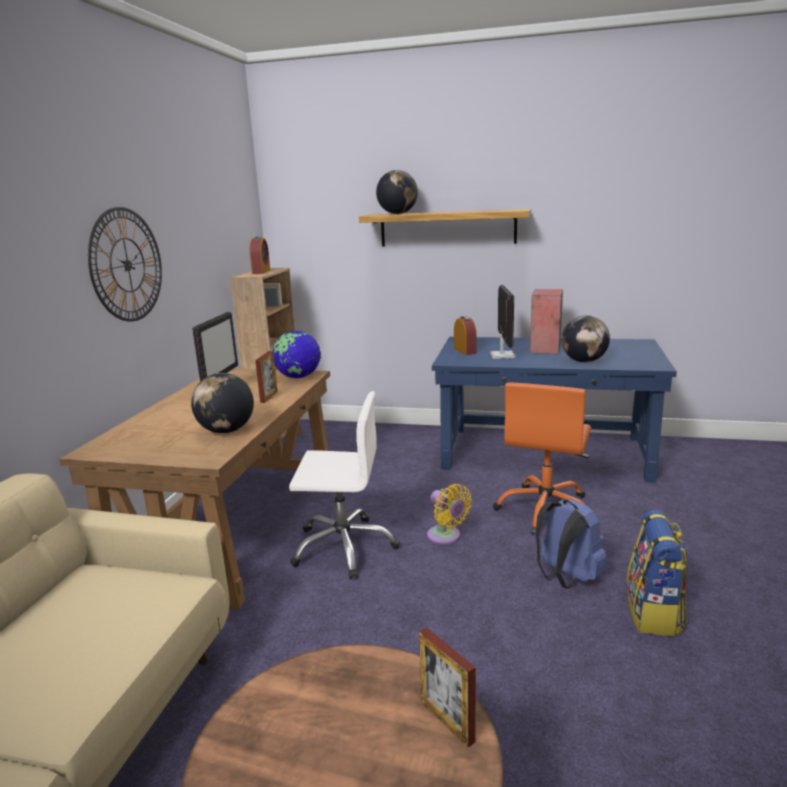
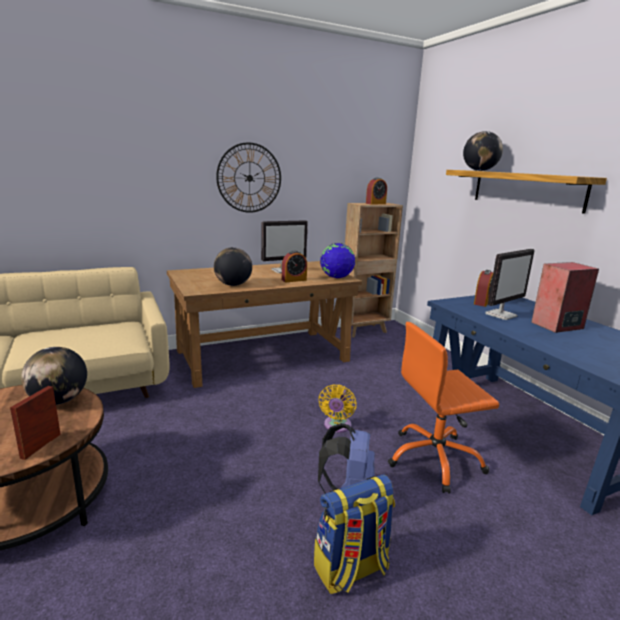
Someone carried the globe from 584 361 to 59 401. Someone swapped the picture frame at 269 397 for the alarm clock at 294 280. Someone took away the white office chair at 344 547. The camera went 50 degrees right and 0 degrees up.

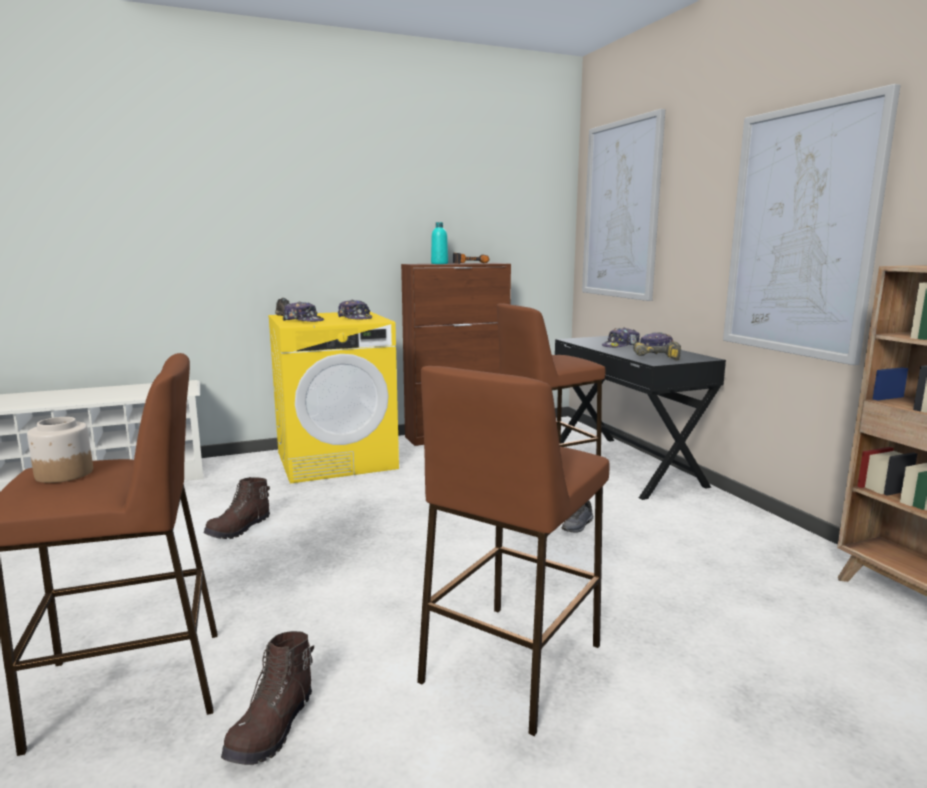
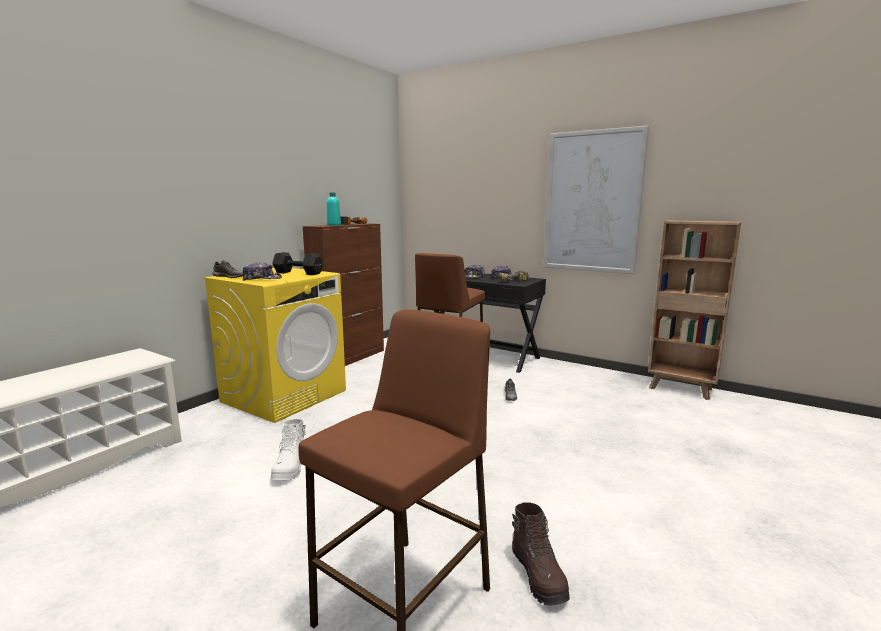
Someone repainted the brown boot at 239 529, which became the white boot at 290 468. Someone swapped the cap at 355 318 for the black dumbbell at 297 273. Someone took away the jar at 63 474. Someone took away the brown stool at 511 664. Someone took away the picture at 621 210. The camera went 35 degrees left and 0 degrees up.

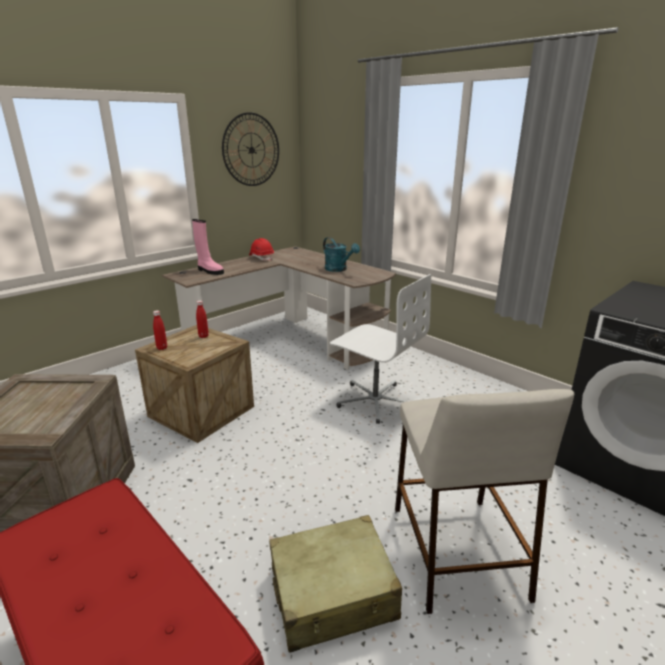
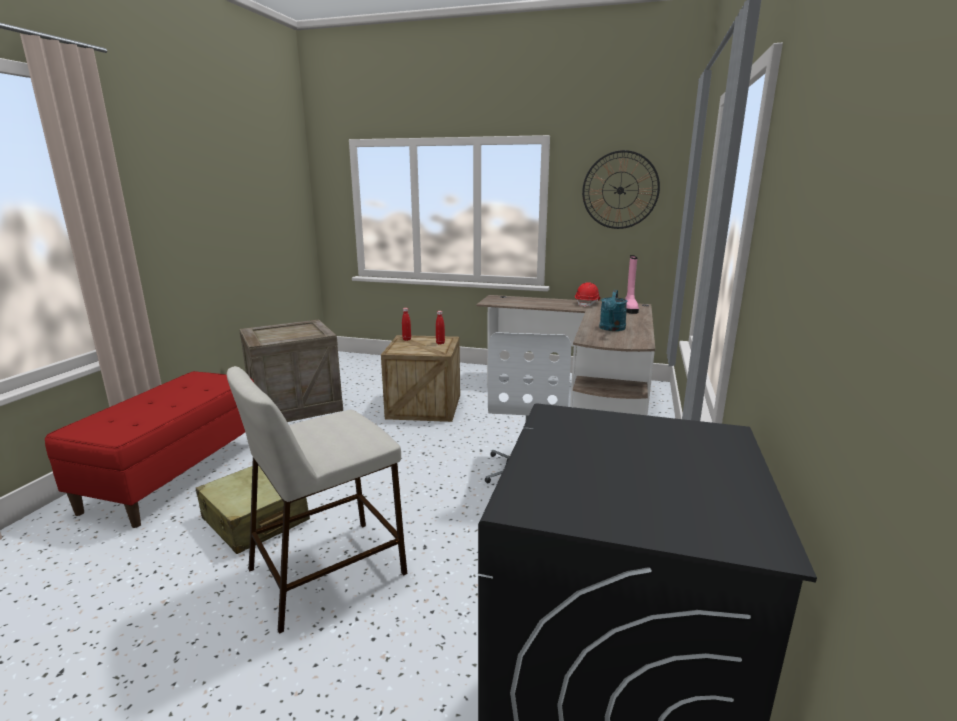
Someone carried the pink boot from 209 271 to 630 309. The camera went 60 degrees right and 5 degrees down.

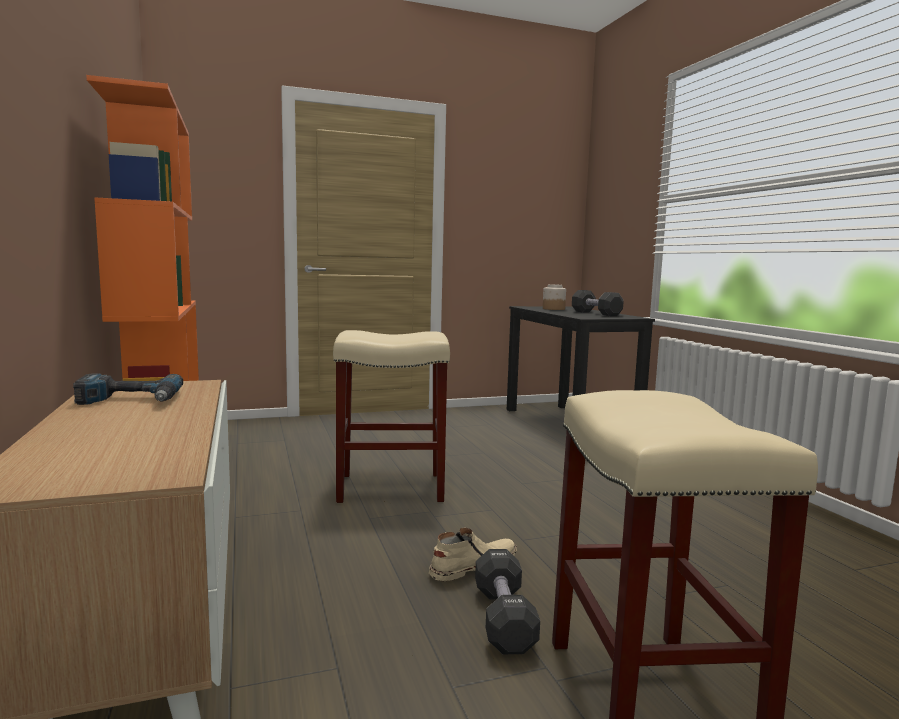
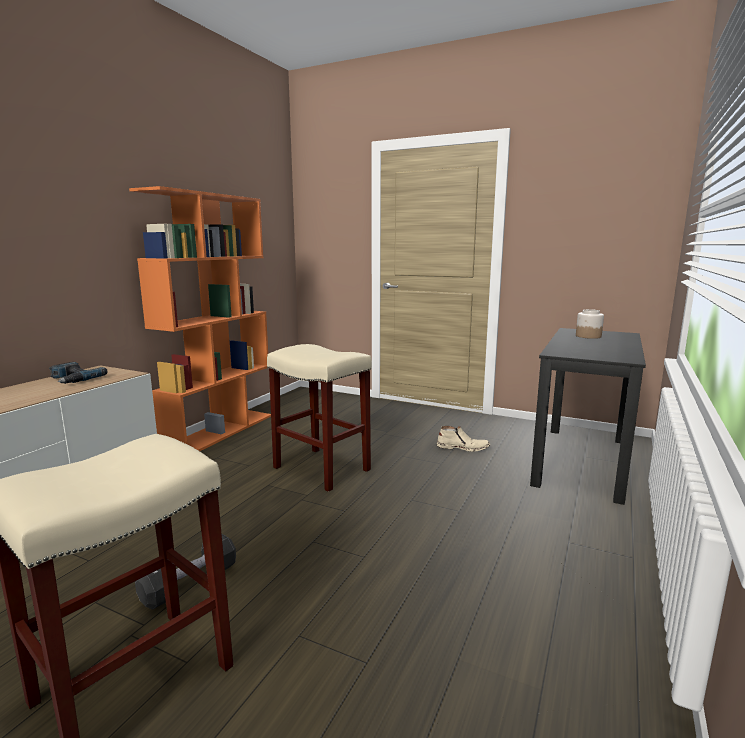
Someone carried the beige boot from 472 566 to 462 447. Someone took away the black dumbbell at 596 313. The camera went 45 degrees right and 5 degrees up.

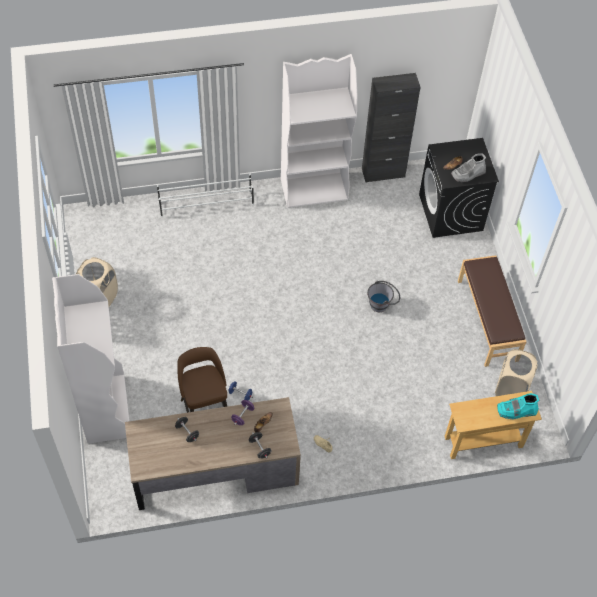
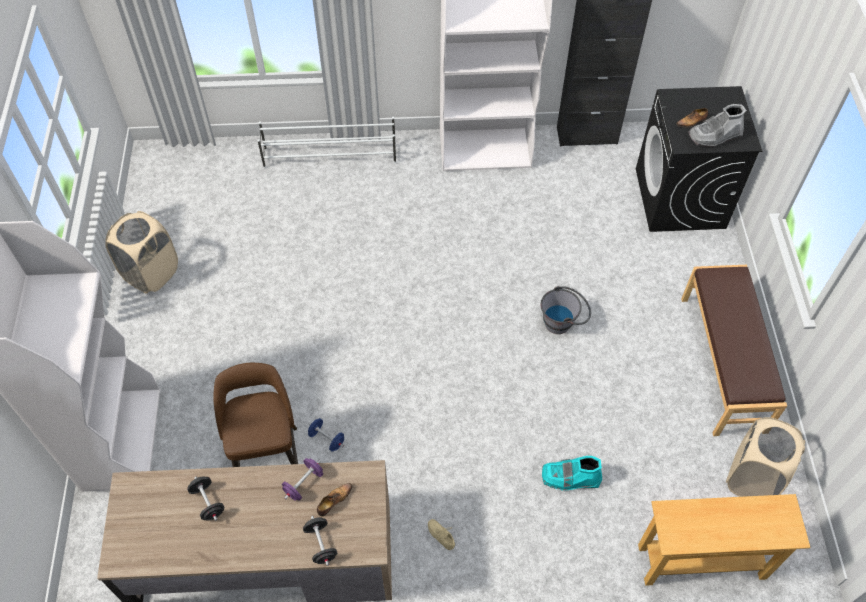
Someone carried the turquoise boot from 516 411 to 570 478. The camera went 10 degrees right and 0 degrees up.

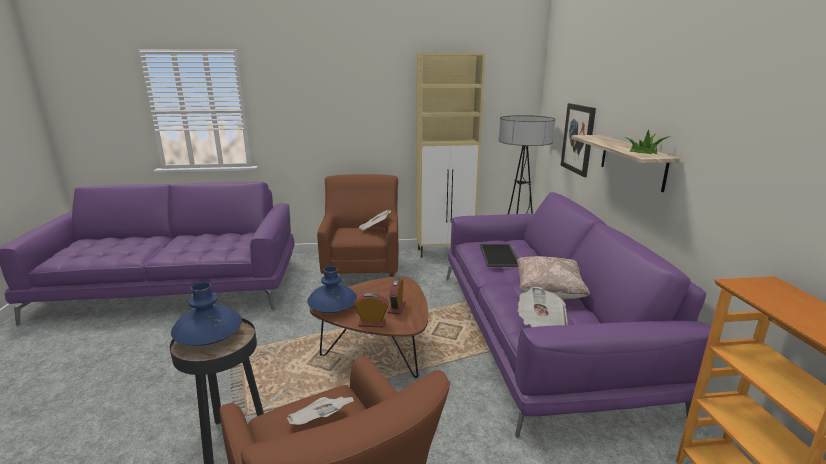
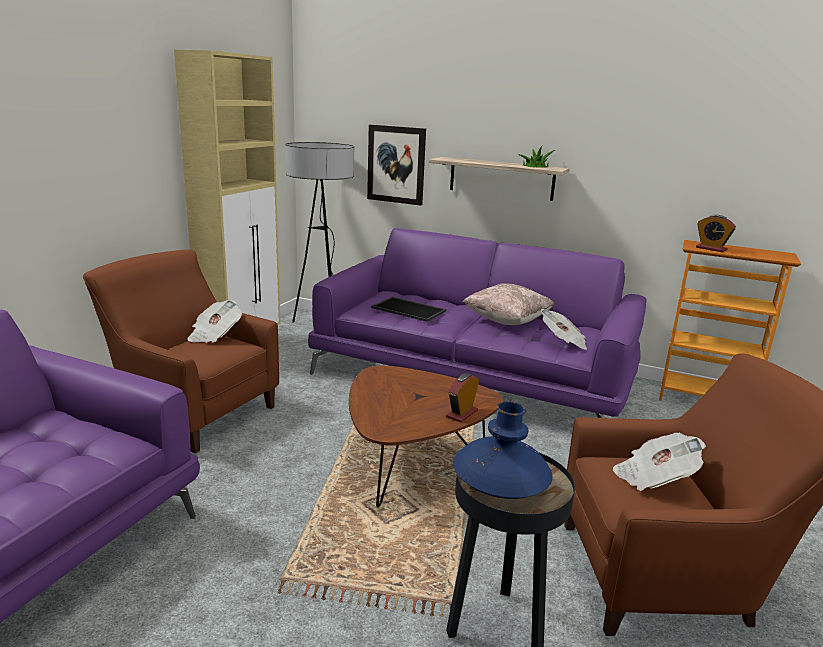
Someone carried the alarm clock from 396 308 to 711 248. Someone took away the blue vase at 332 307. The camera went 60 degrees left and 0 degrees up.

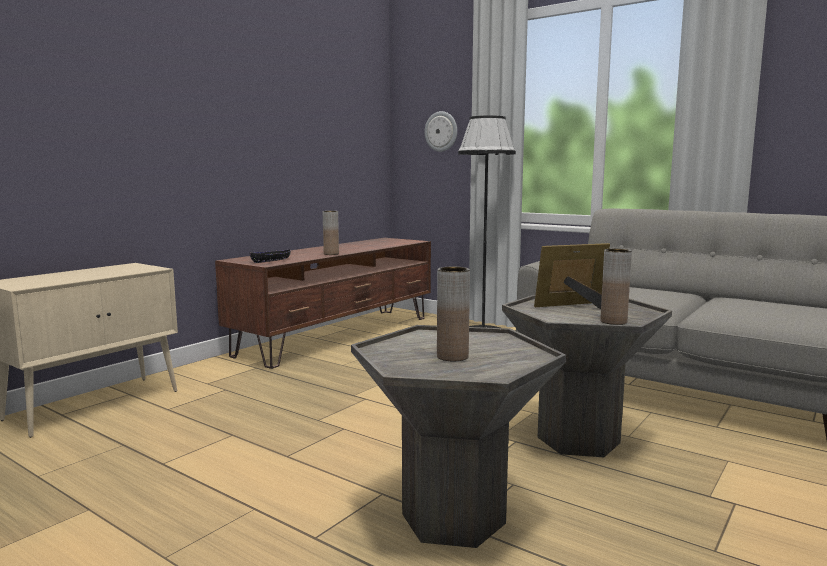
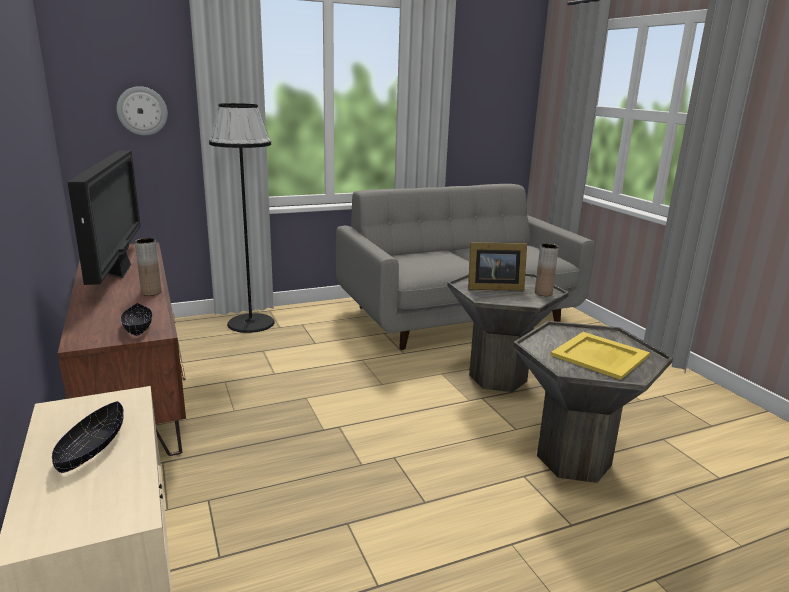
Someone put down the black bowl at 91 448. Someone put down the television at 121 270. Someone rotated the picture frame at 575 306 by 105 degrees counterclockwise. Someone swapped the brown vase at 452 357 for the yellow tray at 599 355. The camera went 60 degrees left and 10 degrees up.

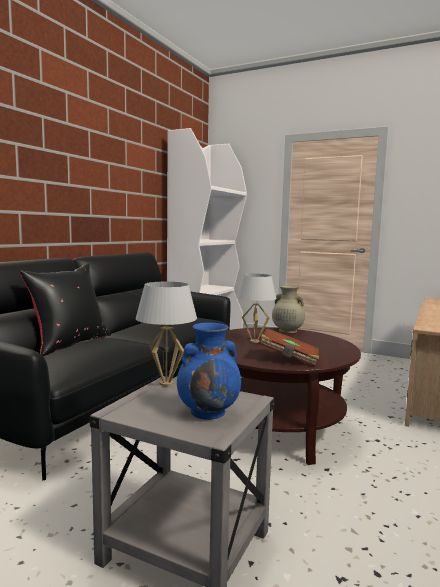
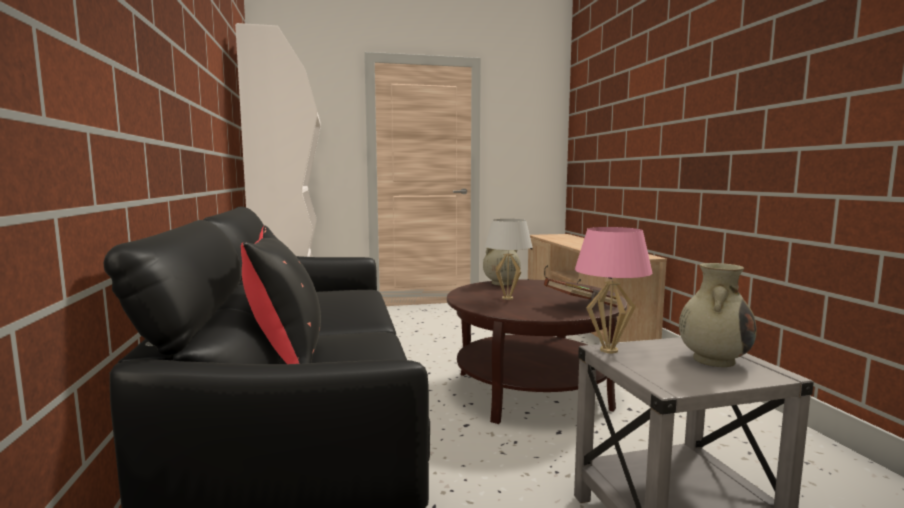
Someone repainted the white table lamp at 166 383, which became the pink table lamp at 609 350. Someone repainted the blue vase at 209 411, which became the beige vase at 713 360. The camera went 40 degrees left and 0 degrees up.

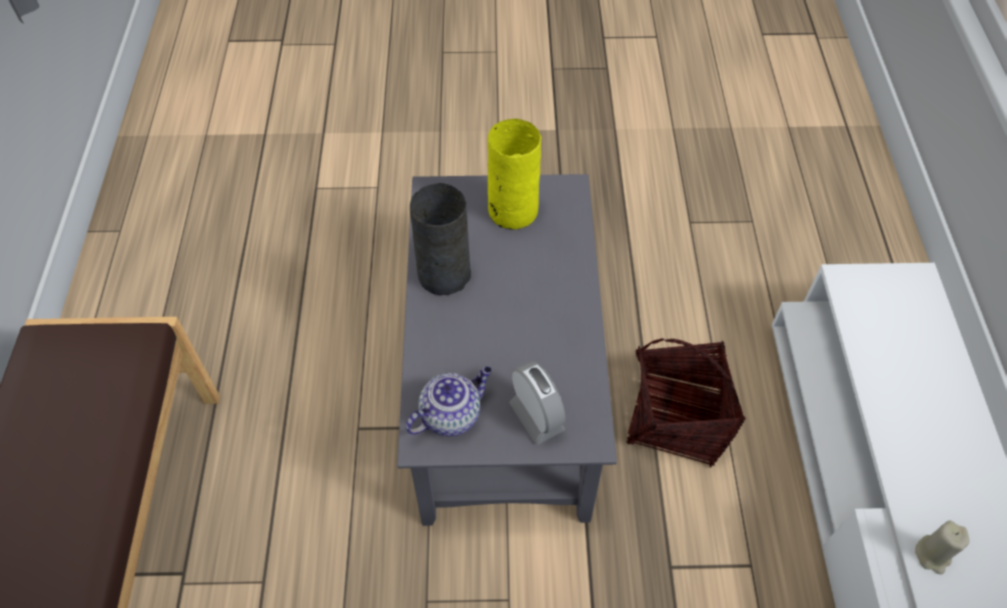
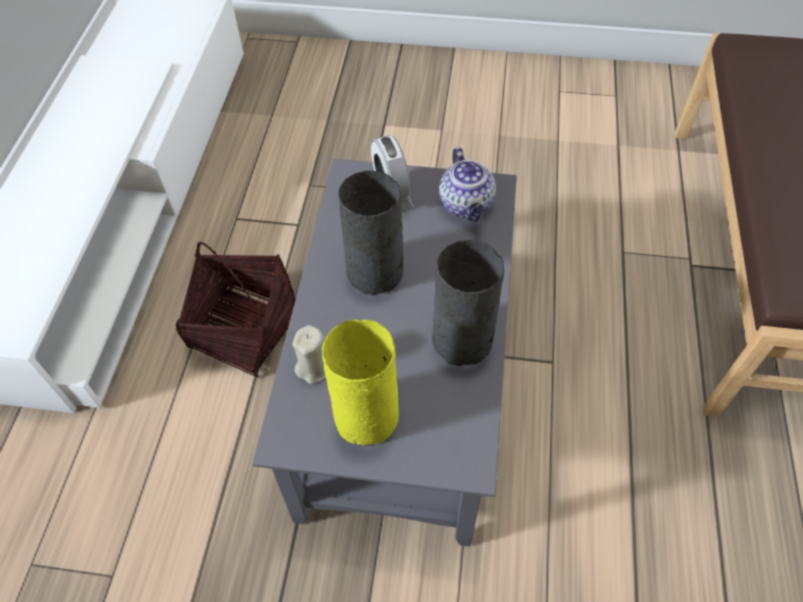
Someone carried the beige candle from 932 555 to 314 367. Someone put down the grey vase at 376 273. Someone rotated the teapot at 451 414 by 75 degrees counterclockwise. The camera went 170 degrees left and 0 degrees up.

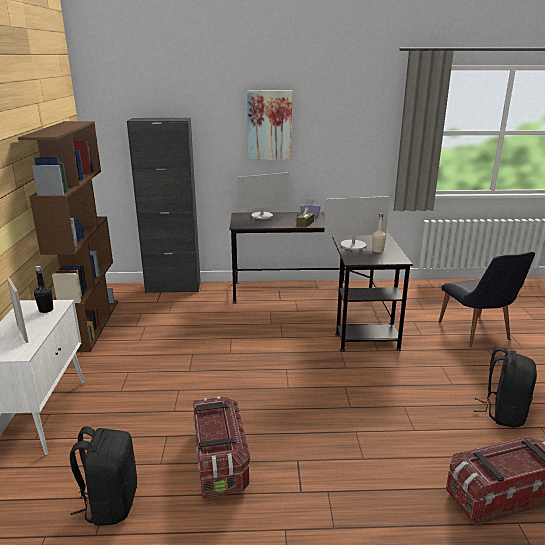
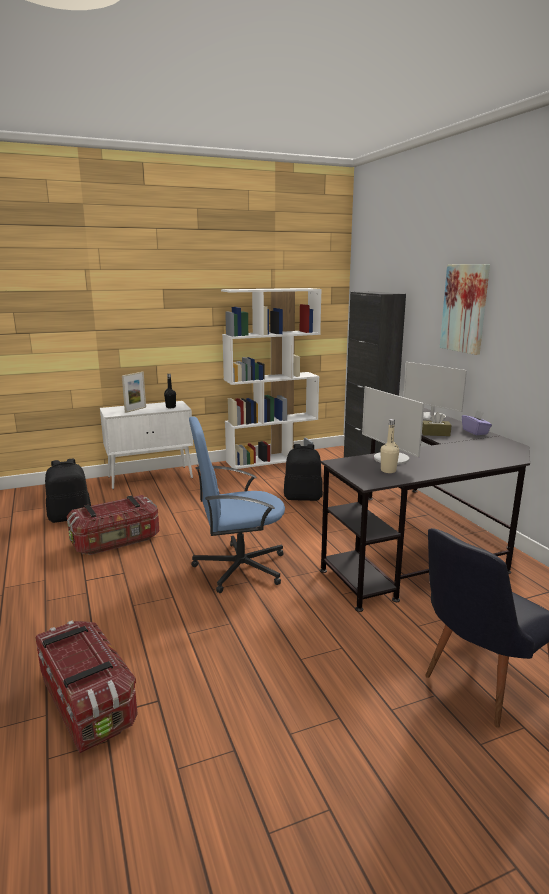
Someone put down the blue office chair at 239 567. Someone repainted the brown bookcase at 90 324, which became the white bookcase at 272 459. Someone carried the black backpack from 503 413 to 303 497. The camera went 70 degrees right and 5 degrees down.

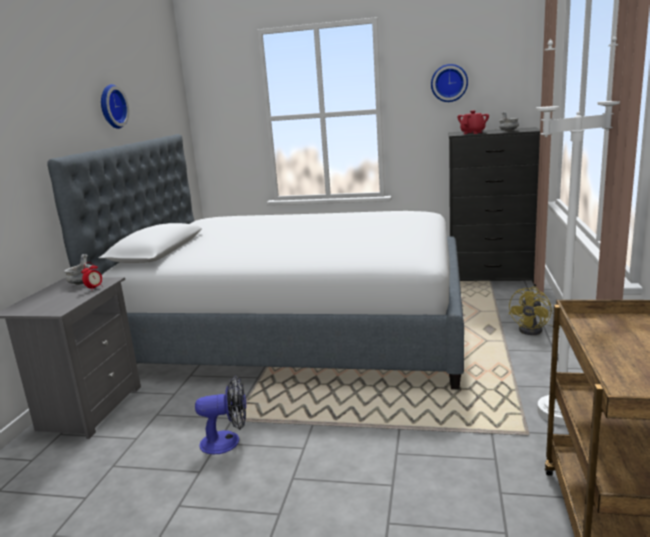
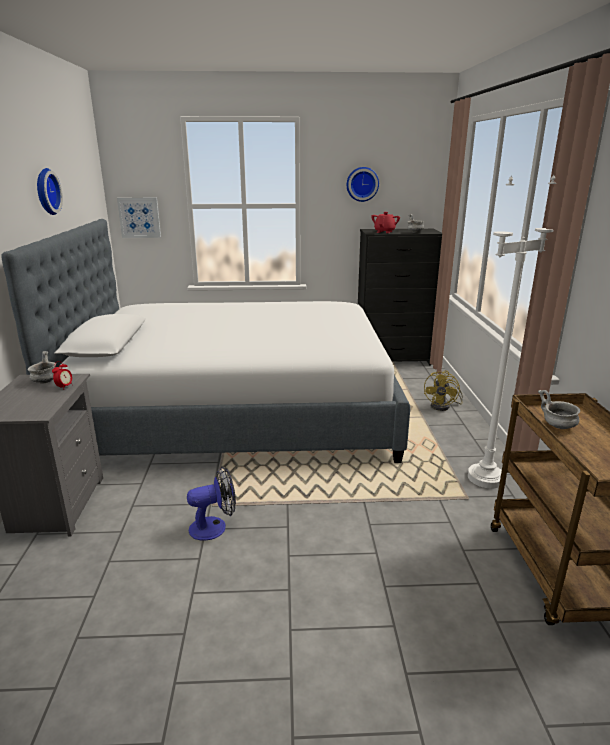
Someone put up the picture at 139 217. Someone put down the grey bowl at 557 426. The camera went 15 degrees left and 5 degrees up.

